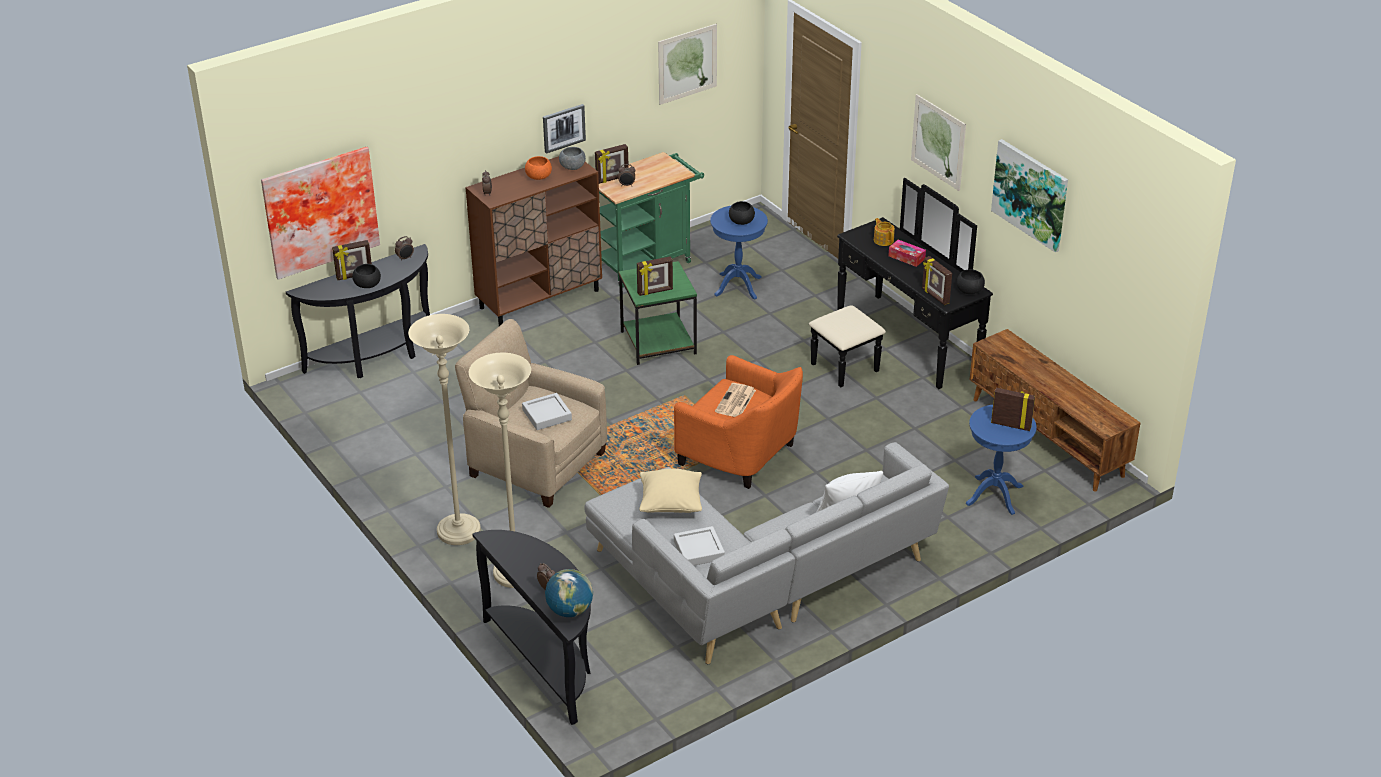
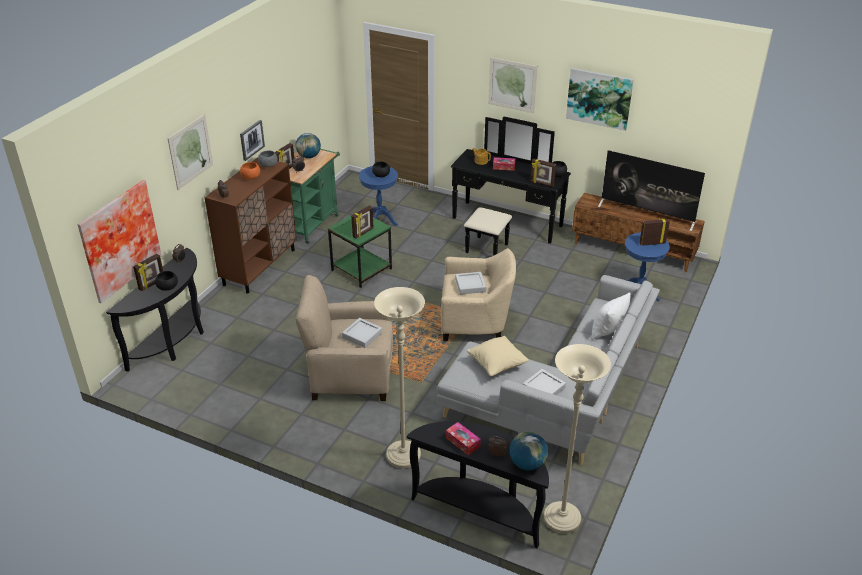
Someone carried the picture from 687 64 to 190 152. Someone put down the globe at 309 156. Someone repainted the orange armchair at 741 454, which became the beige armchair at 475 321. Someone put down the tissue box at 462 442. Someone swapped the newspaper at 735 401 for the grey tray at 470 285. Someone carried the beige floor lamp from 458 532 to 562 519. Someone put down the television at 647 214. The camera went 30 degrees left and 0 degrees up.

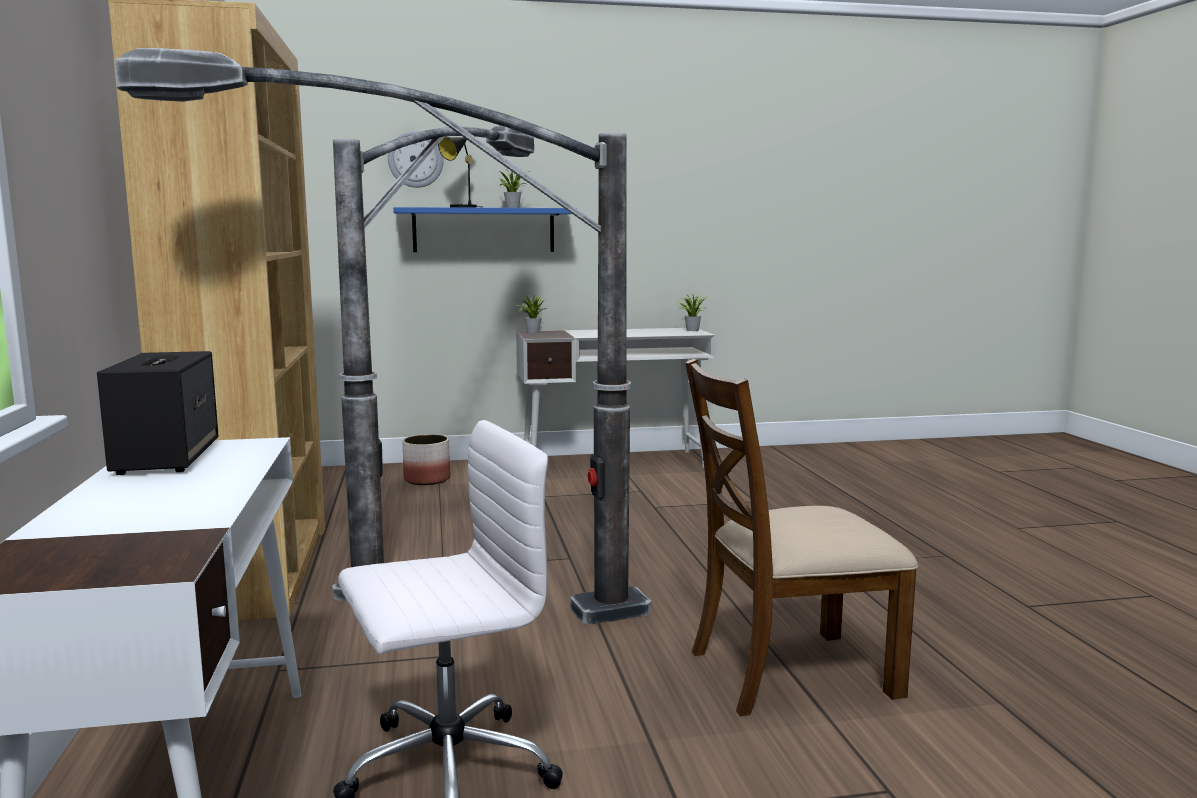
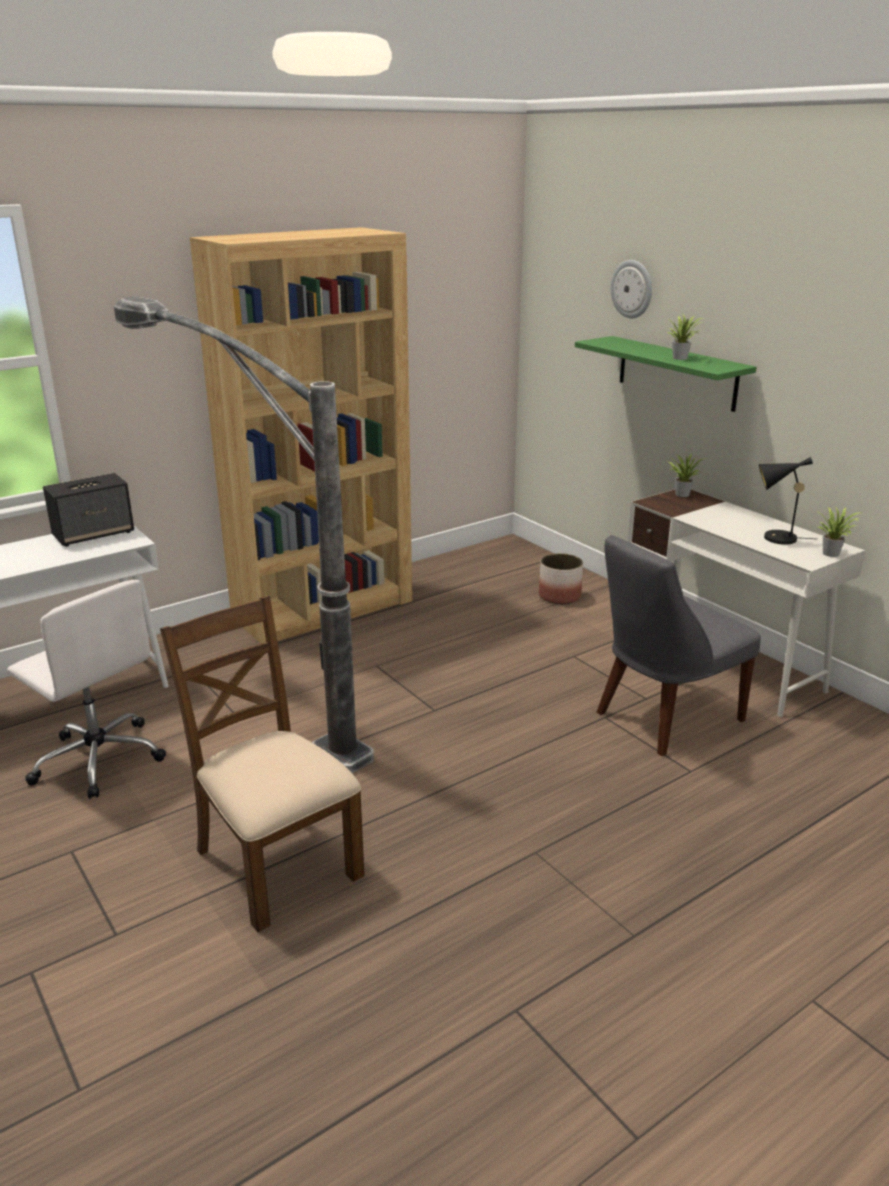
Someone repainted the blue shelf at 484 230, which became the green shelf at 677 373. Someone put down the grey chair at 663 718. Someone carried the black table lamp from 461 207 to 775 538. Someone took away the floor lamp at 455 535. The camera went 65 degrees right and 15 degrees up.

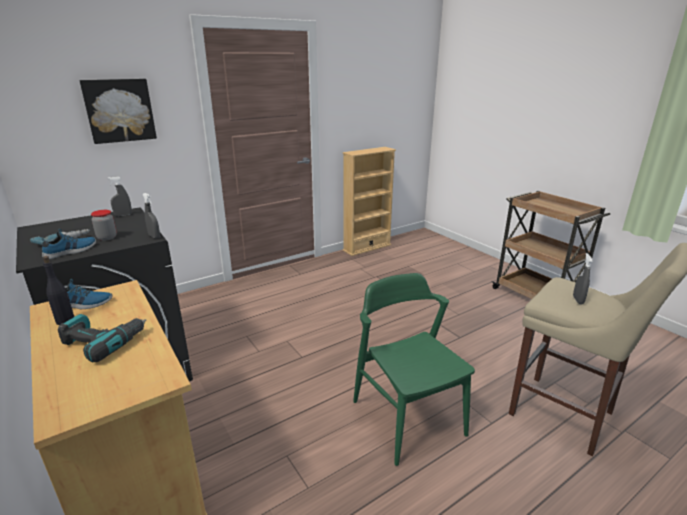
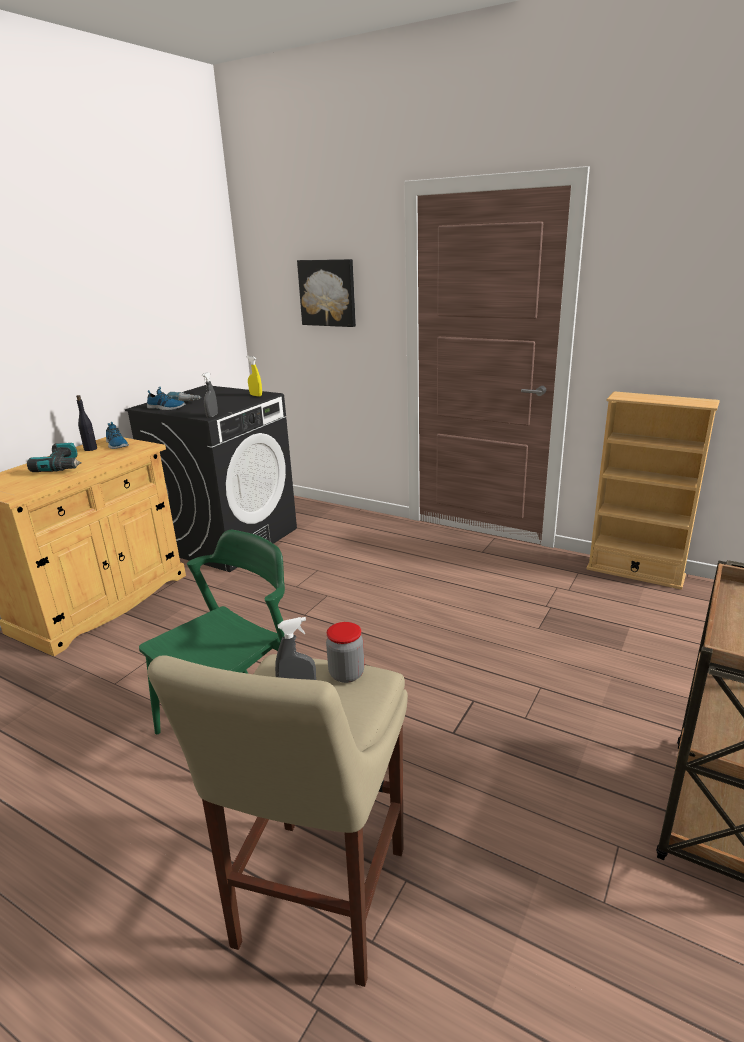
Someone repainted the grey spray bottle at 123 215, which became the yellow spray bottle at 256 395. Someone carried the jar from 107 238 to 346 674. The camera went 65 degrees right and 0 degrees up.

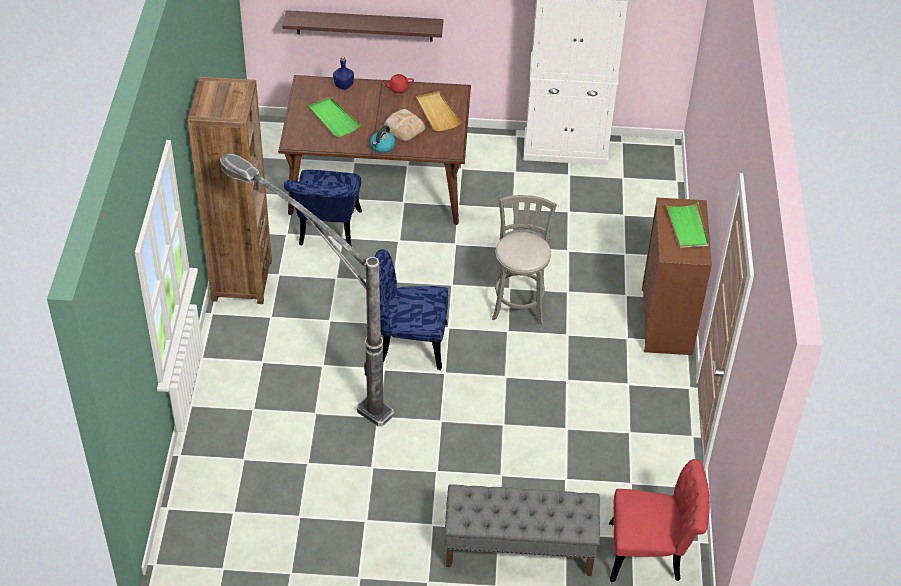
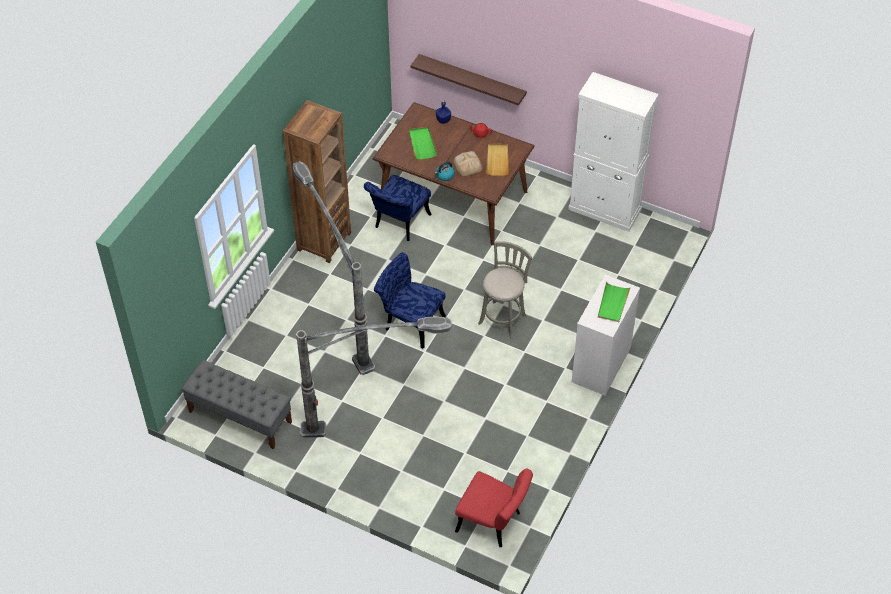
Someone carried the grey bench from 518 549 to 240 417. Someone put down the floor lamp at 375 428. Someone repainted the brown dresser at 666 322, which became the white dresser at 601 365. The camera went 25 degrees right and 5 degrees up.

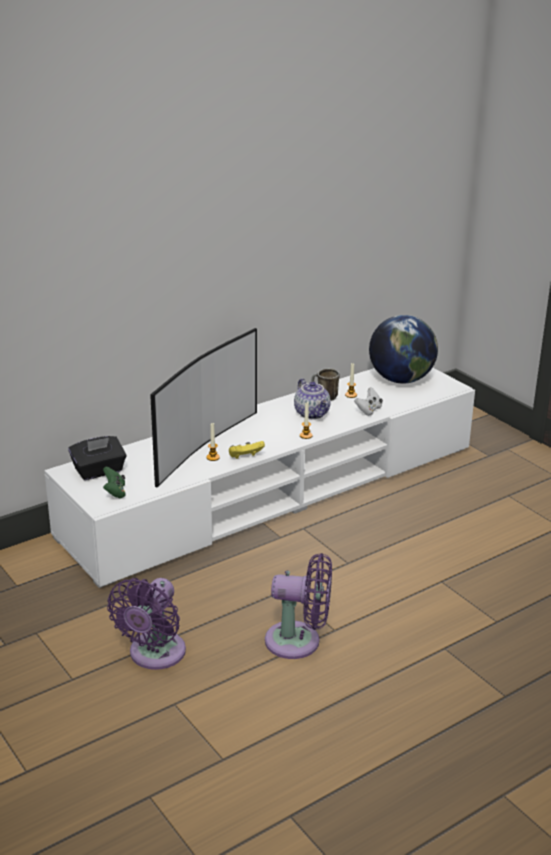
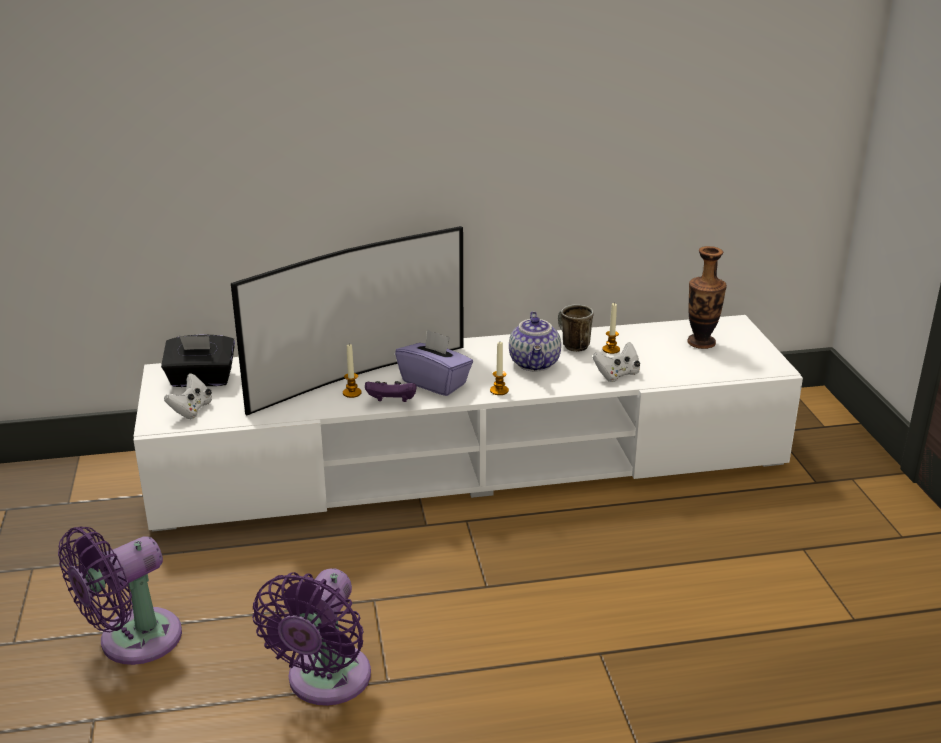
Someone repainted the green game controller at 115 492, which became the white game controller at 191 410. Someone rotated the purple fan at 298 641 by 75 degrees clockwise. Someone repainted the yellow game controller at 245 457, which became the purple game controller at 392 402. Someone put down the purple tissue box at 435 383. Someone swapped the globe at 401 380 for the vase at 701 343. The camera went 25 degrees right and 0 degrees up.

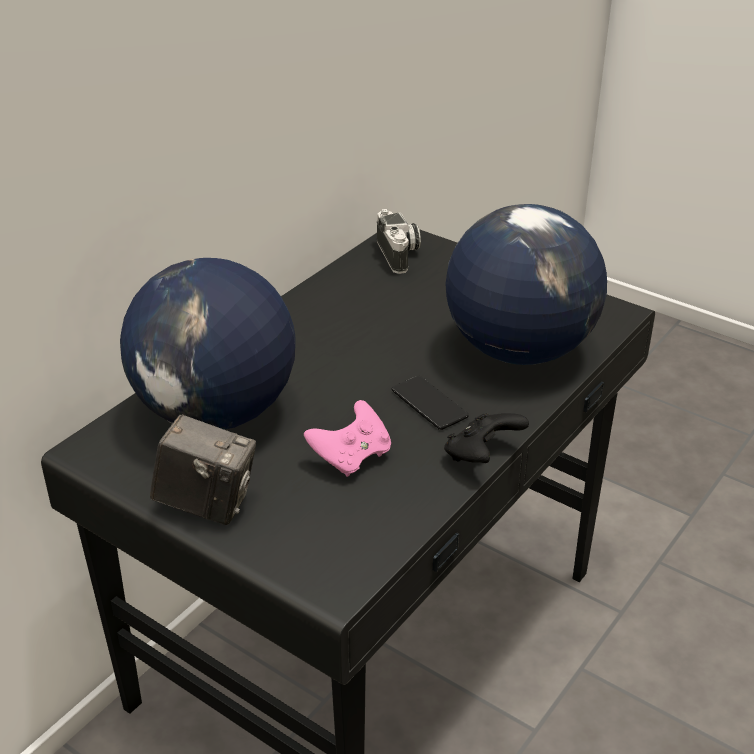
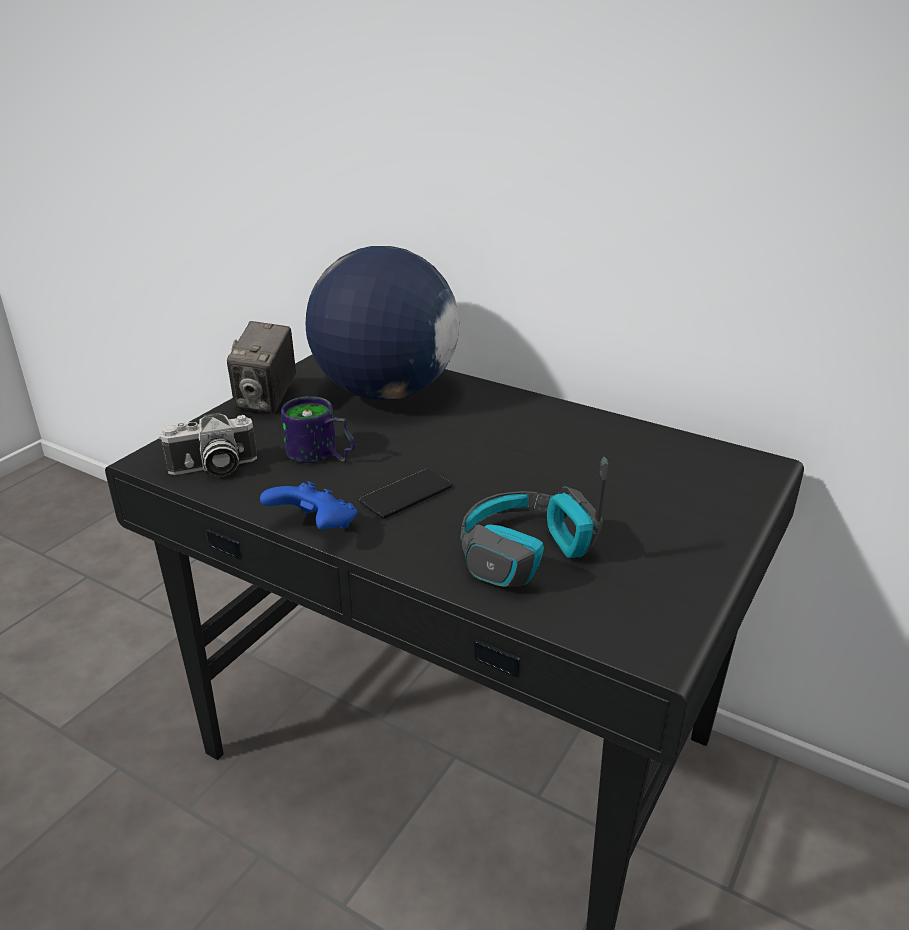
Someone carried the photo camera from 400 255 to 213 468. Someone repainted the black game controller at 482 456, which became the blue game controller at 315 528. Someone swapped the pink game controller at 351 457 for the mug at 320 456. Someone swapped the globe at 518 350 for the headphones at 524 554. The camera went 85 degrees right and 5 degrees down.

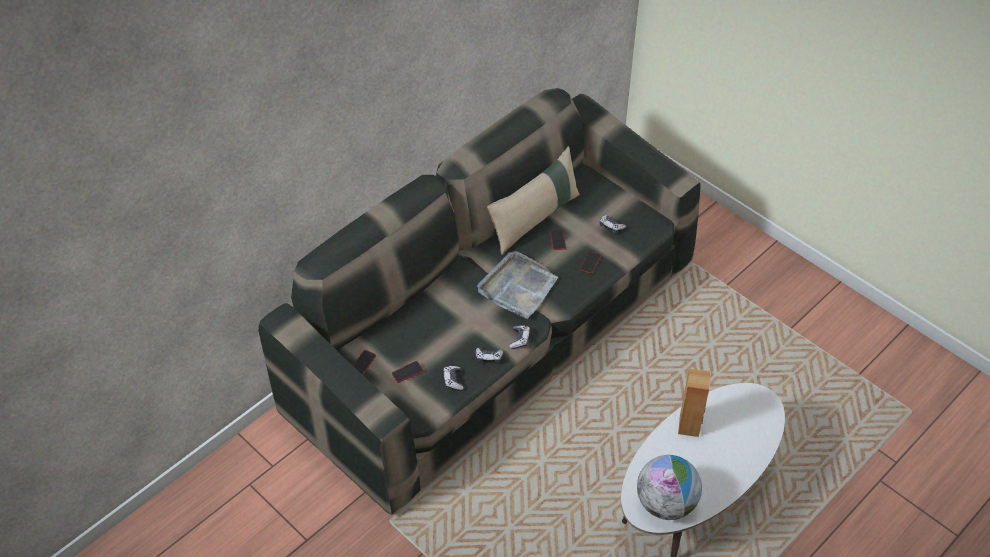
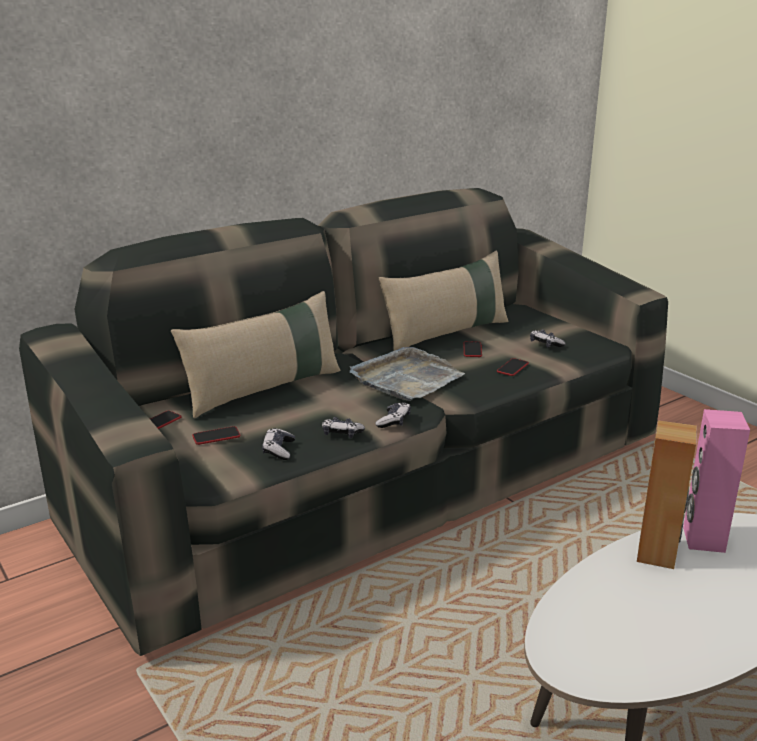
Someone put down the beige pillow at 264 389. Someone put down the pink speaker at 703 539. Someone took away the globe at 666 503. The camera went 10 degrees right and 25 degrees down.

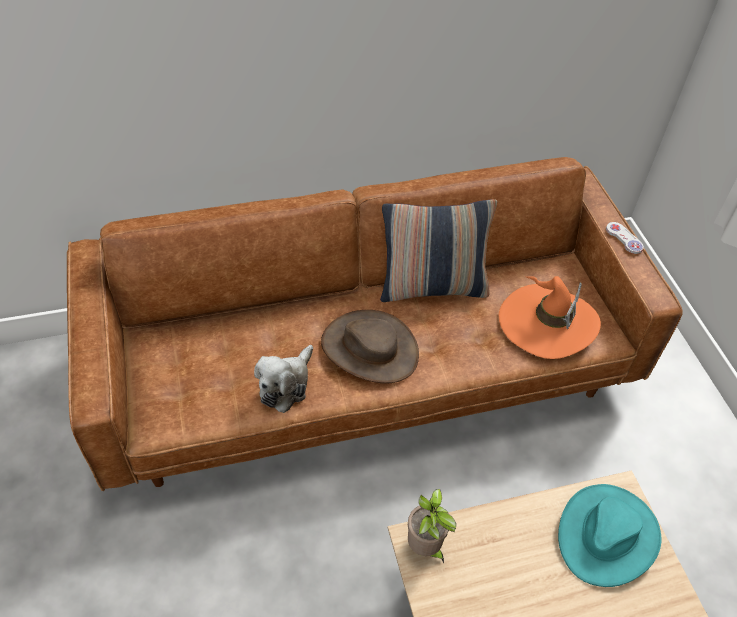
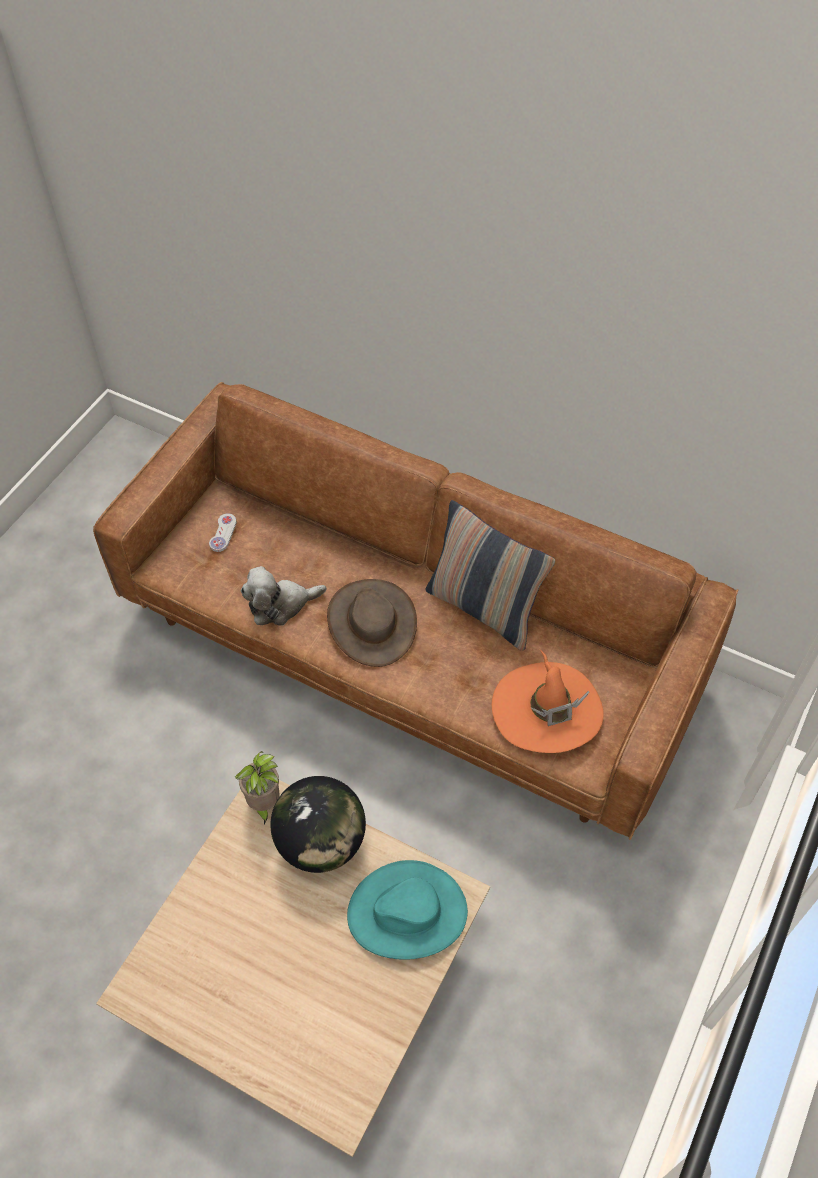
Someone carried the white game controller from 624 238 to 223 533. Someone put down the globe at 321 842. The camera went 45 degrees right and 5 degrees up.

